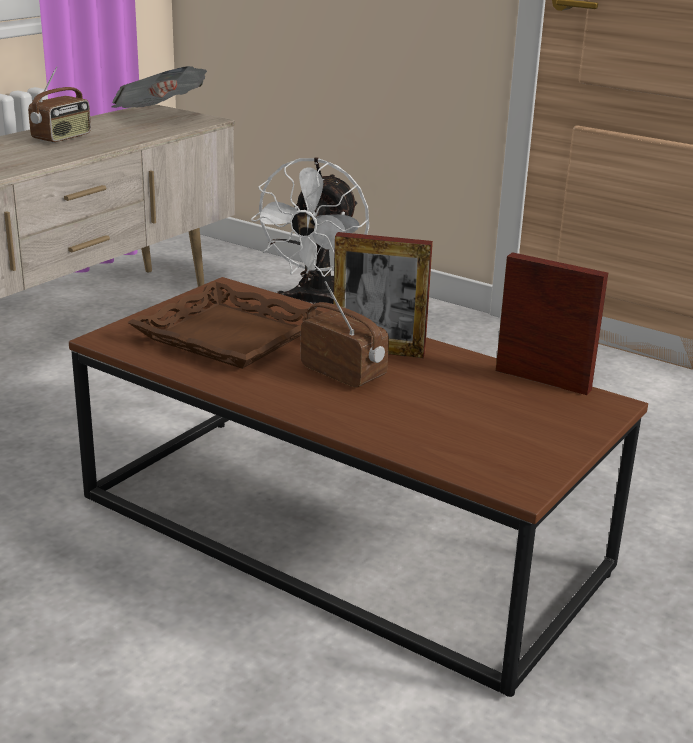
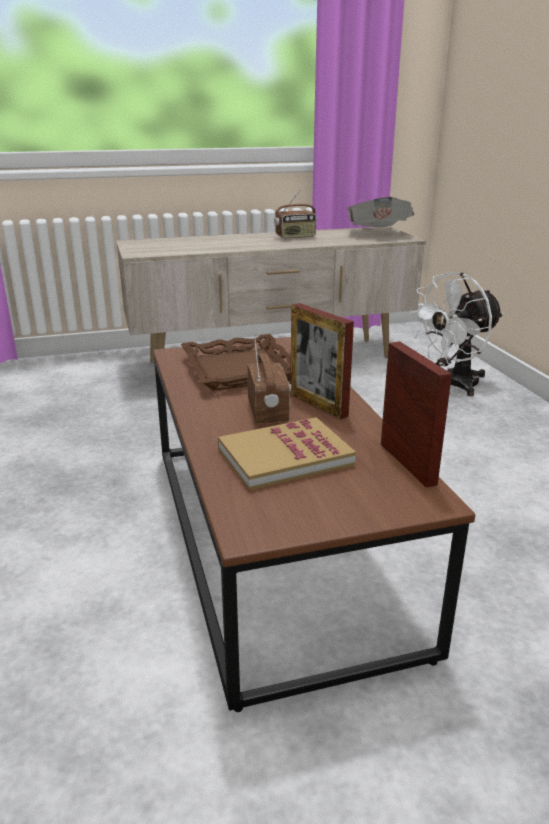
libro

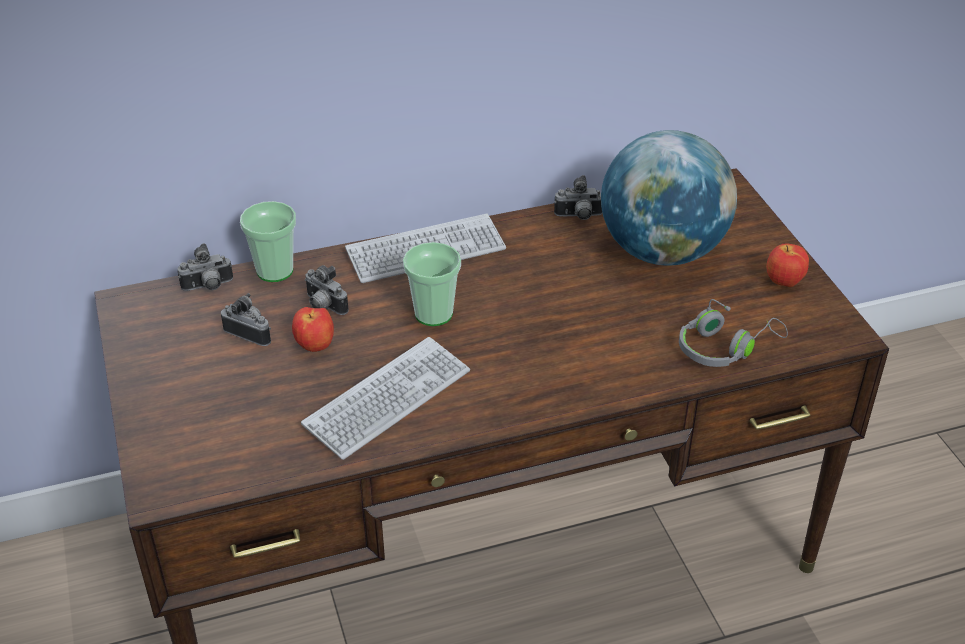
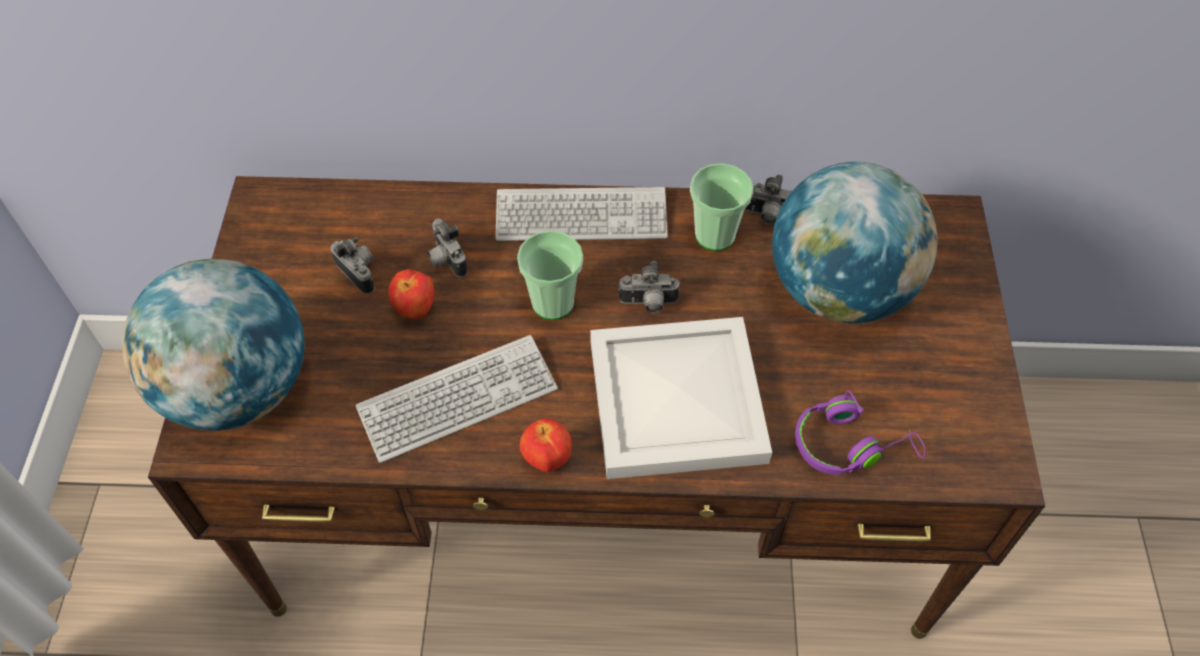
globo terráqueo (no. 1 from left)
manzana (no. 2 from left)
bandeja/blanco
cámara (no. 3 from left)
taza (no. 2 from left)
auriculares/morado

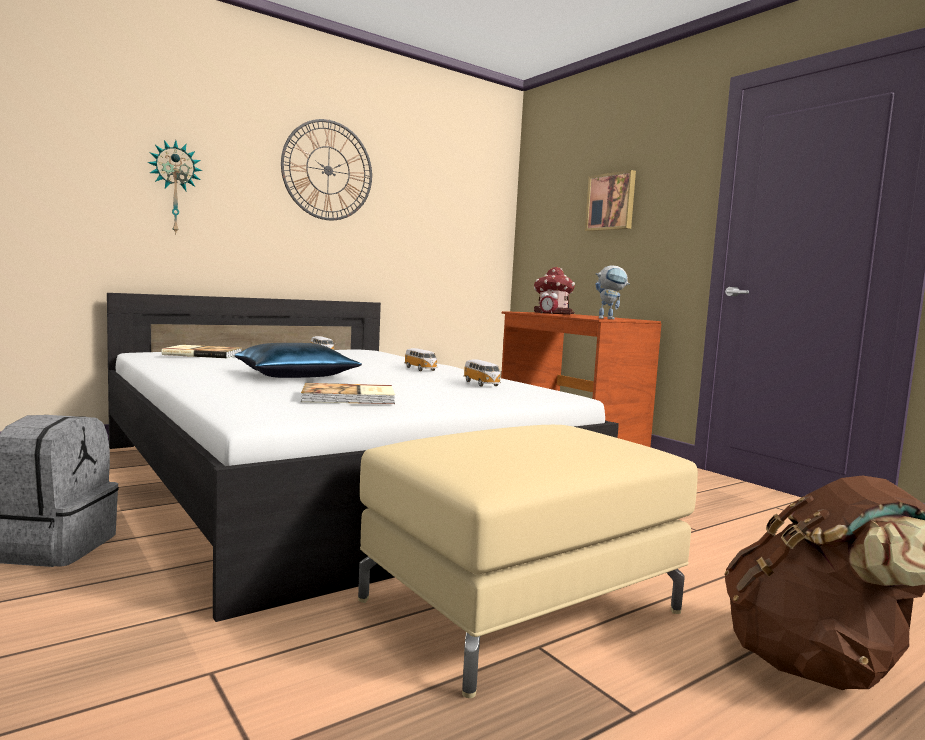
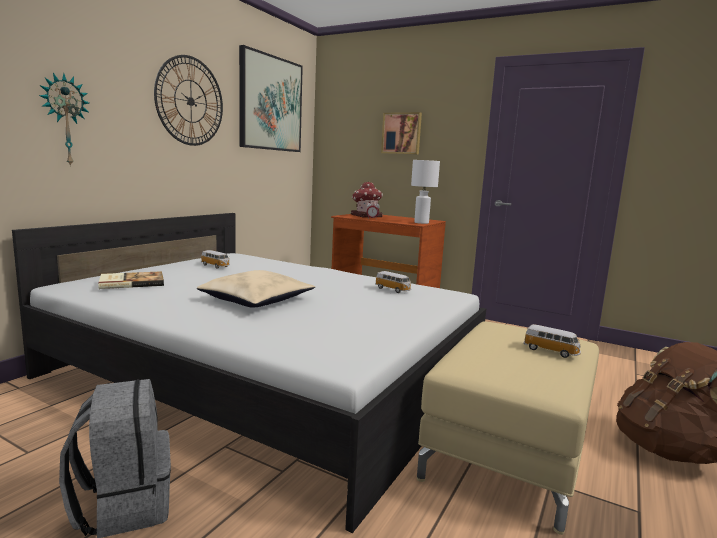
cojín/beis
cuadro (no. 1 from left)
lámpara de mesa/blanco
coche de juguete (no. 3 from left)
libro (no. 2 from left in the first image)

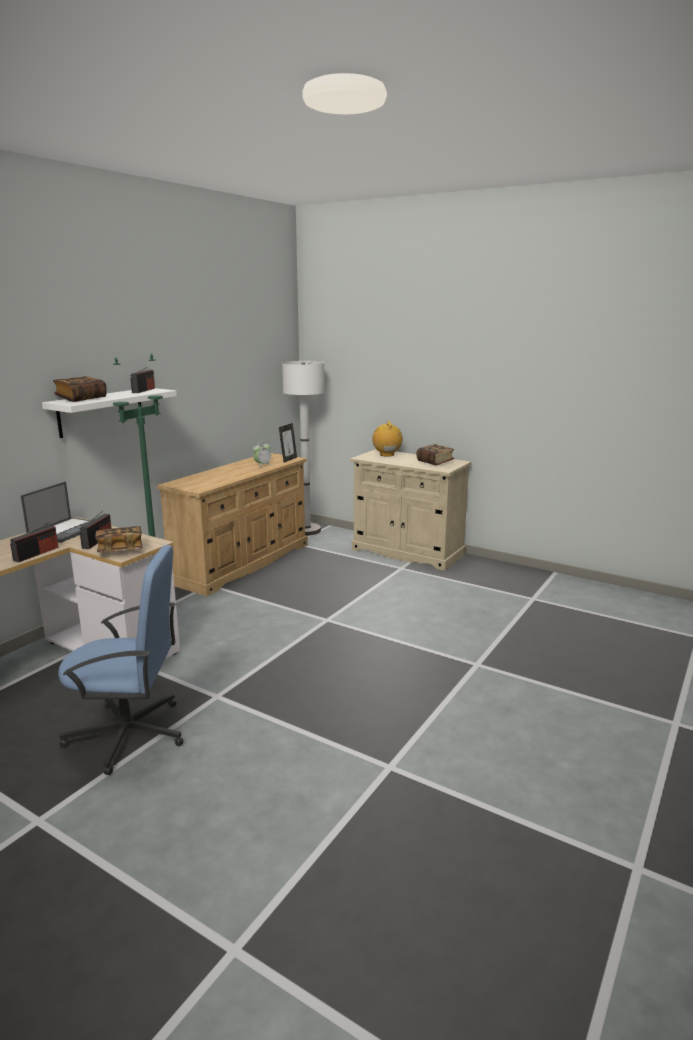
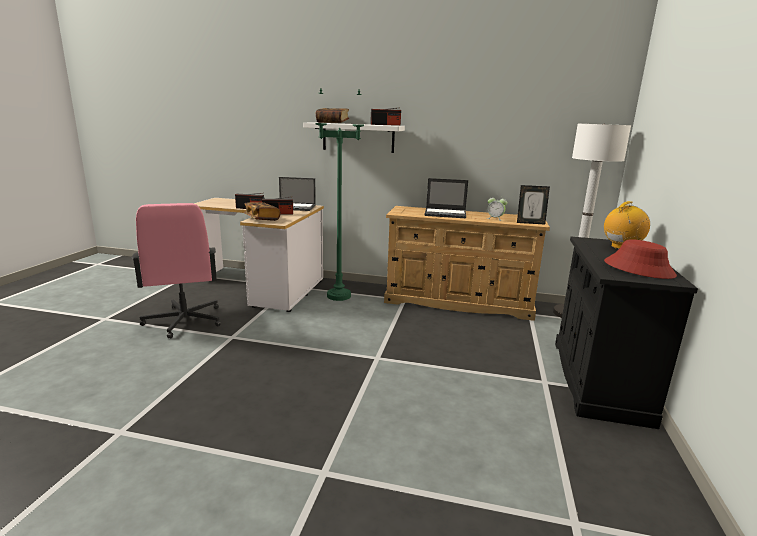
silla de oficina/rosa
portátil (no. 2 from left)
armario/negro
sombrero/rojo

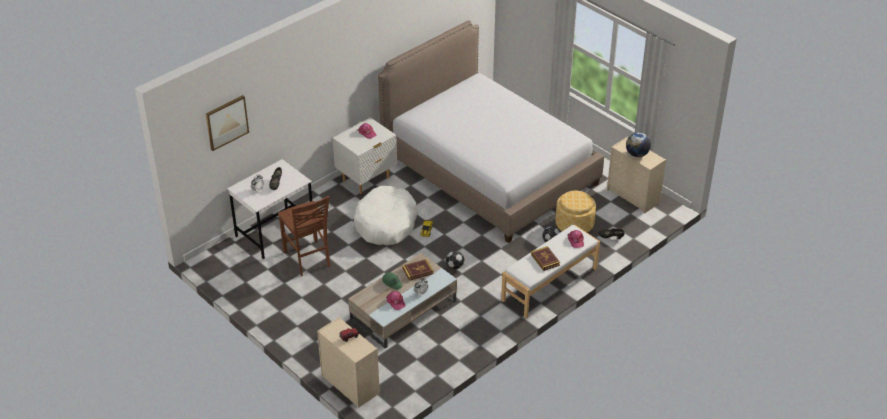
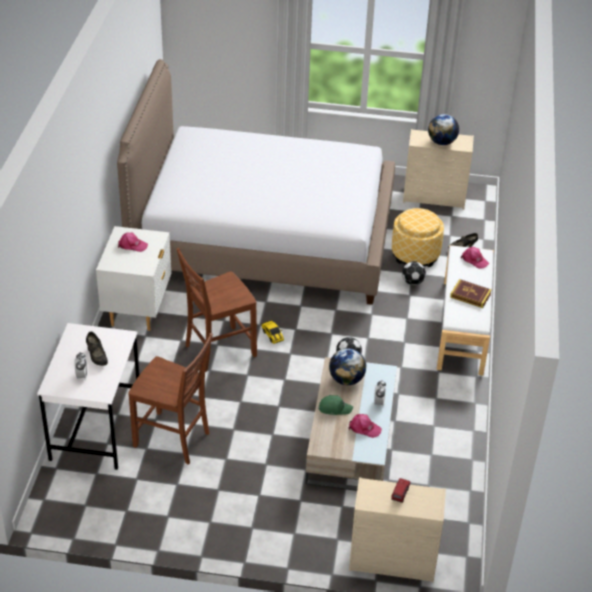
silla/marrón (no. 2 from left)
globo terráqueo (no. 1 from left)
cuadro

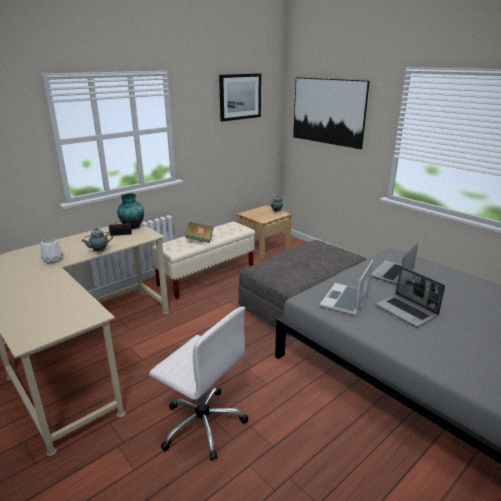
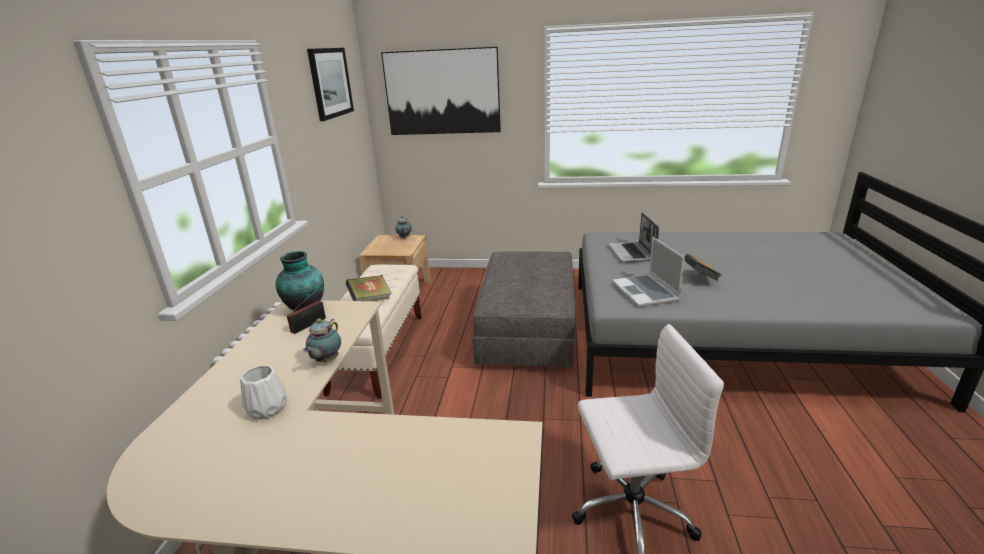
libro (no. 2 from left)

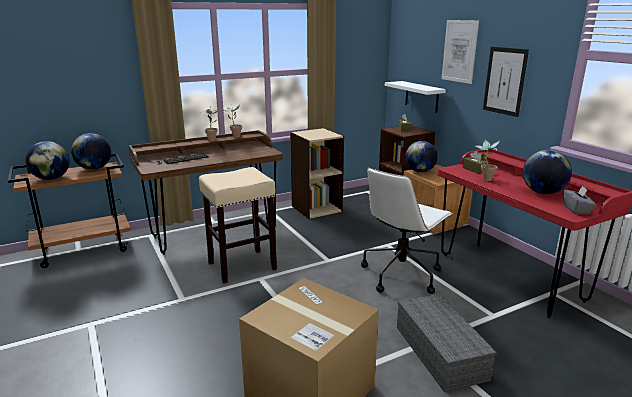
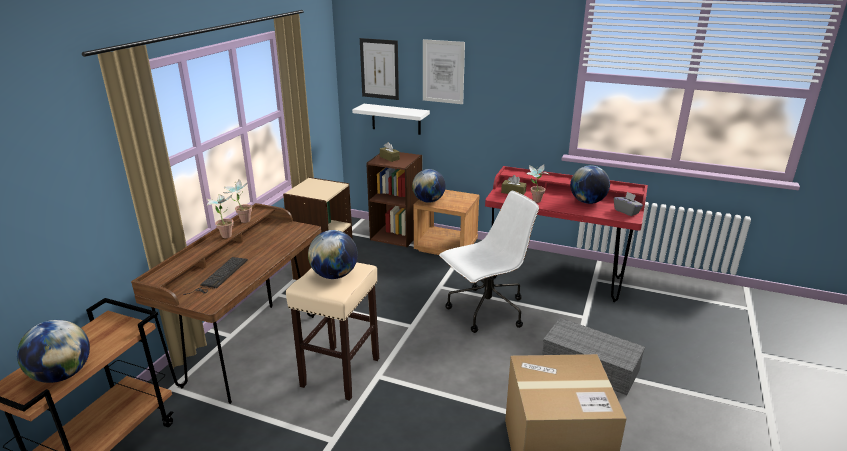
globo terráqueo (no. 2 from left)
cuadro (no. 1 from left)
silla de oficina/blanco

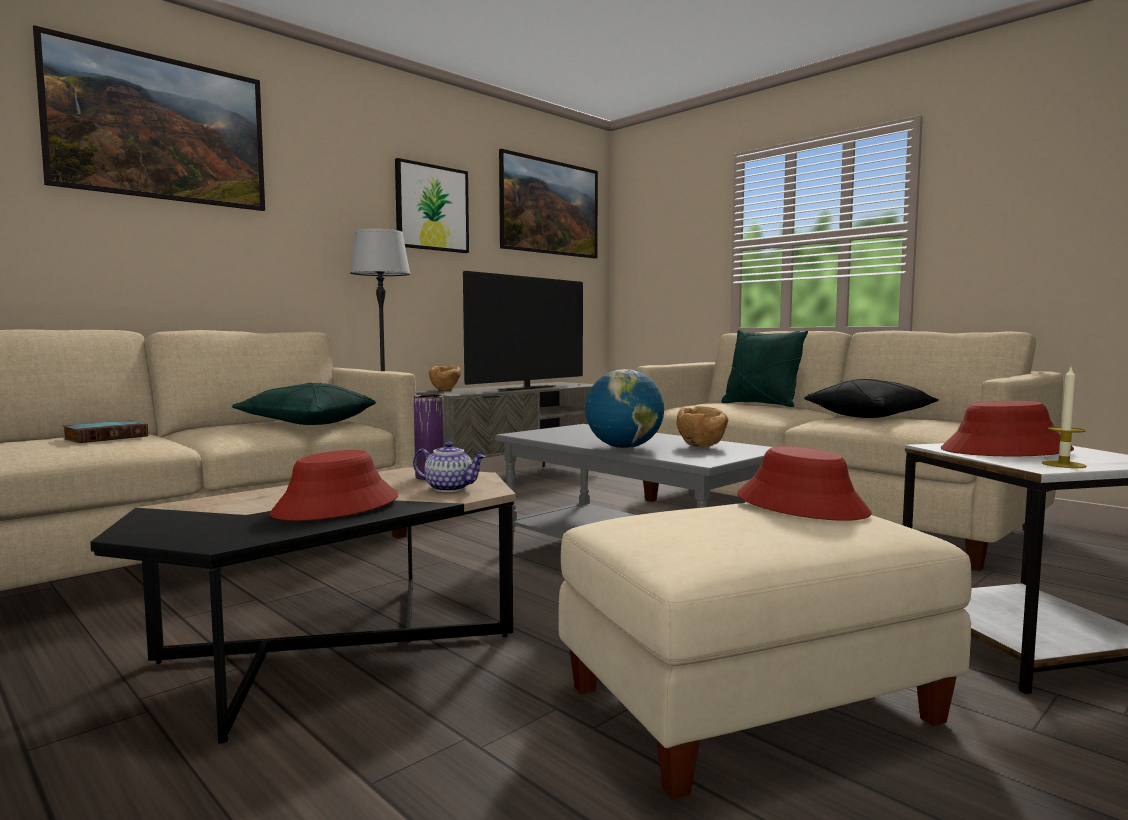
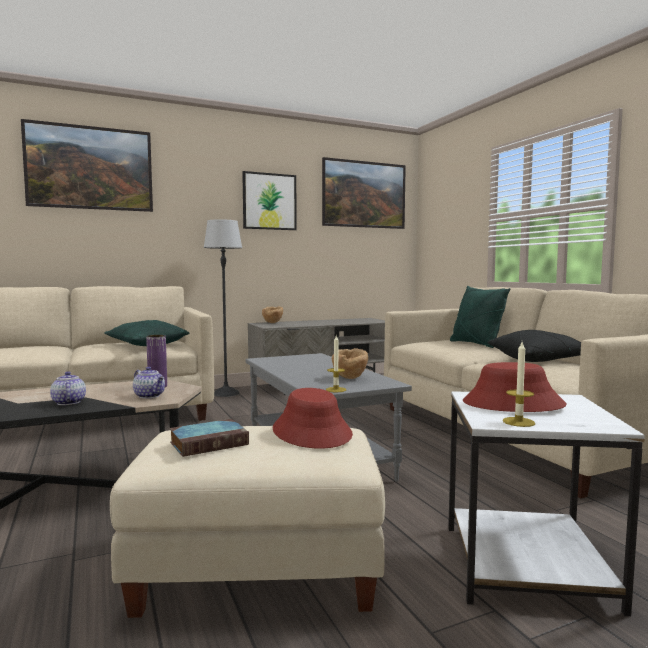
tetera (no. 1 from left)
libro
vela (no. 1 from left)
televisor
globo terráqueo

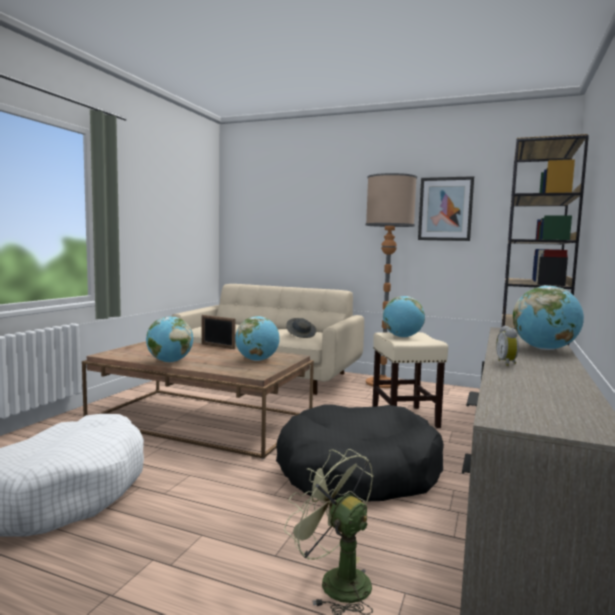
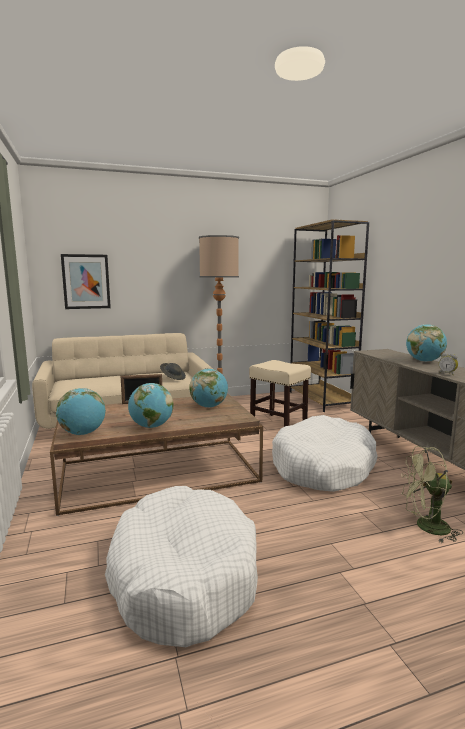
globo terráqueo (no. 1 from left)
cuadro
cama para perro/blanco (no. 2 from left)

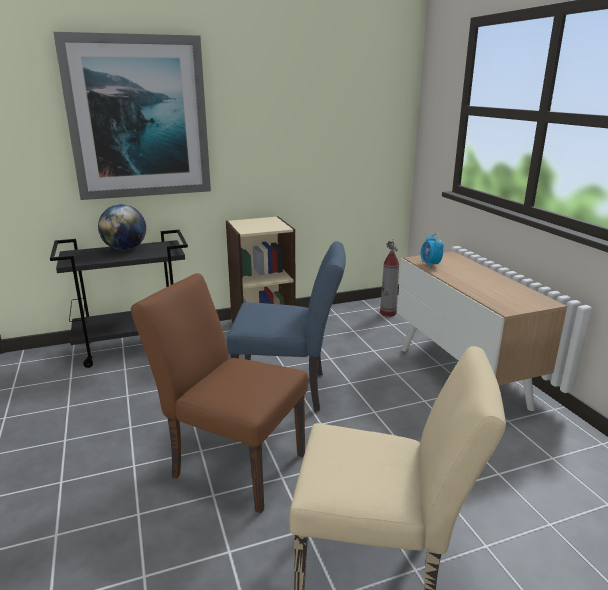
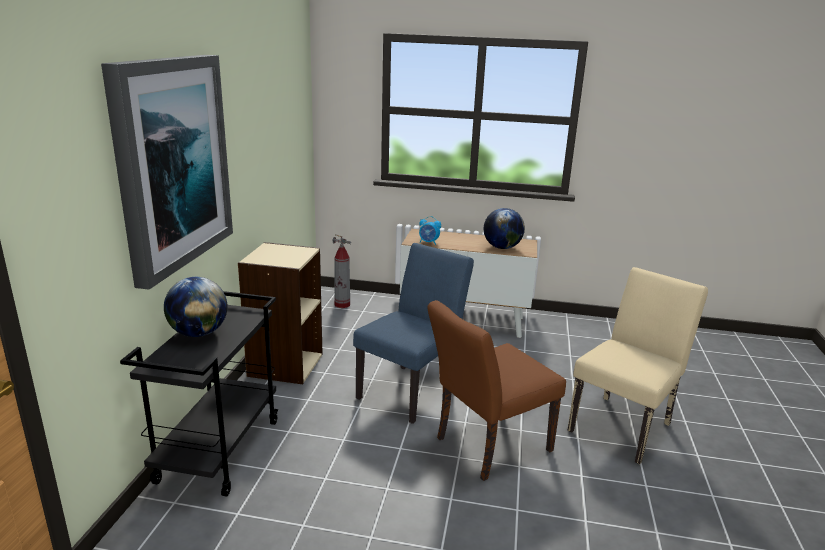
globo terráqueo (no. 2 from left)

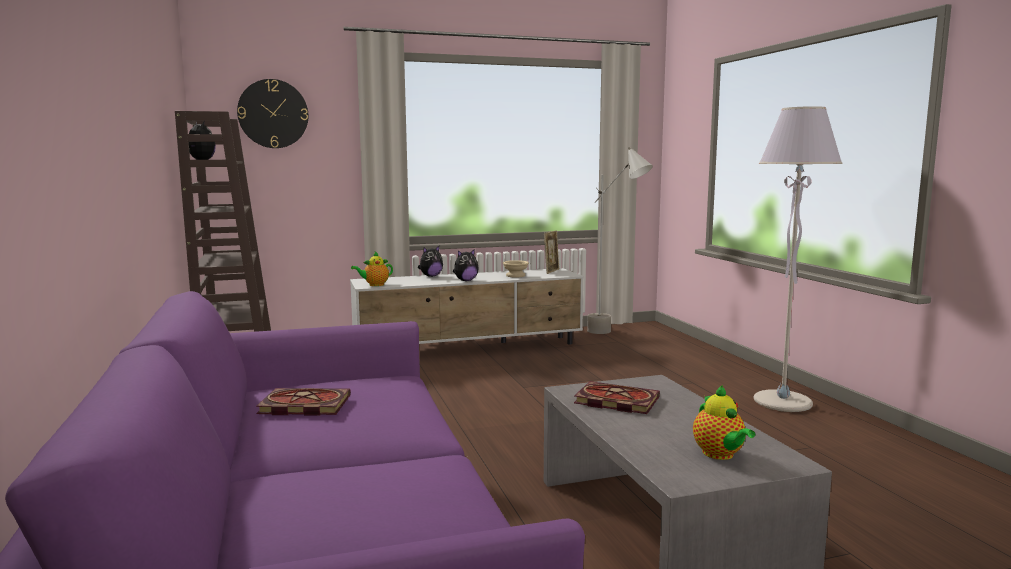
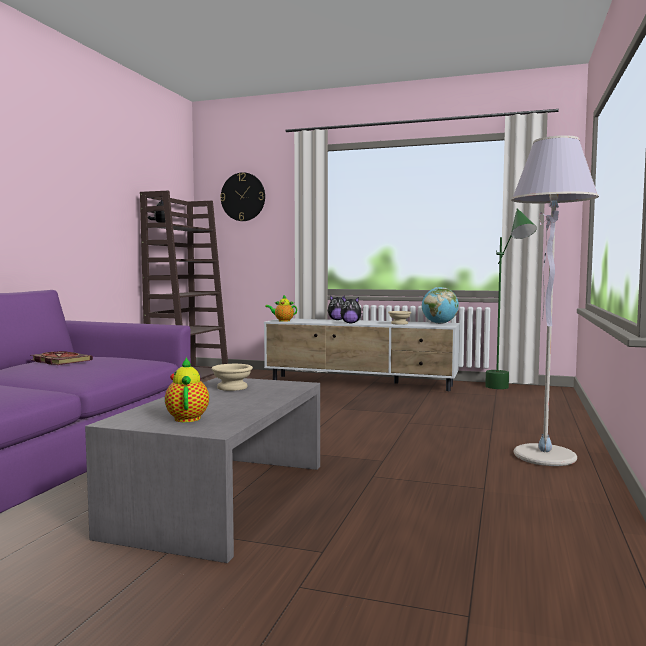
tetera (no. 1 from left)
cuenco/beis (no. 1 from left)
globo terráqueo
lámpara de pie/verde

